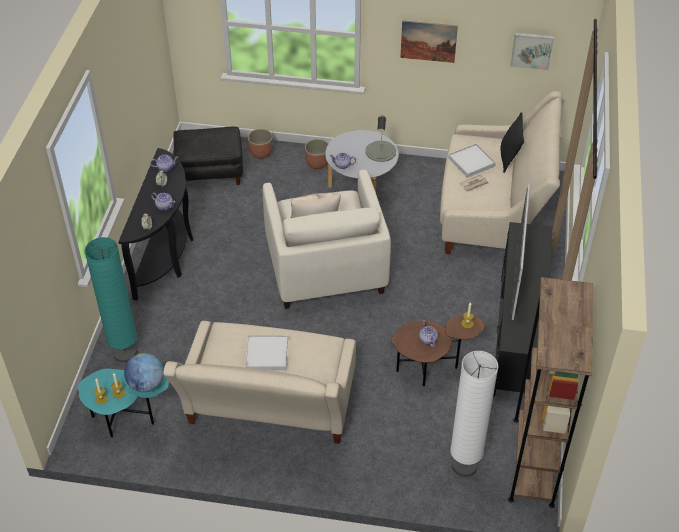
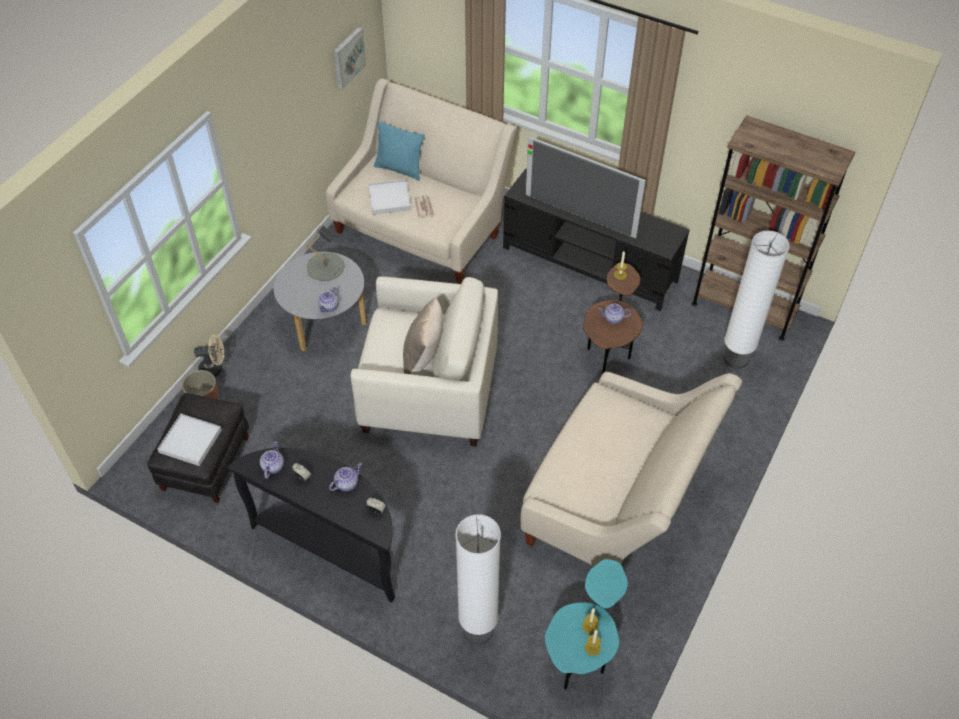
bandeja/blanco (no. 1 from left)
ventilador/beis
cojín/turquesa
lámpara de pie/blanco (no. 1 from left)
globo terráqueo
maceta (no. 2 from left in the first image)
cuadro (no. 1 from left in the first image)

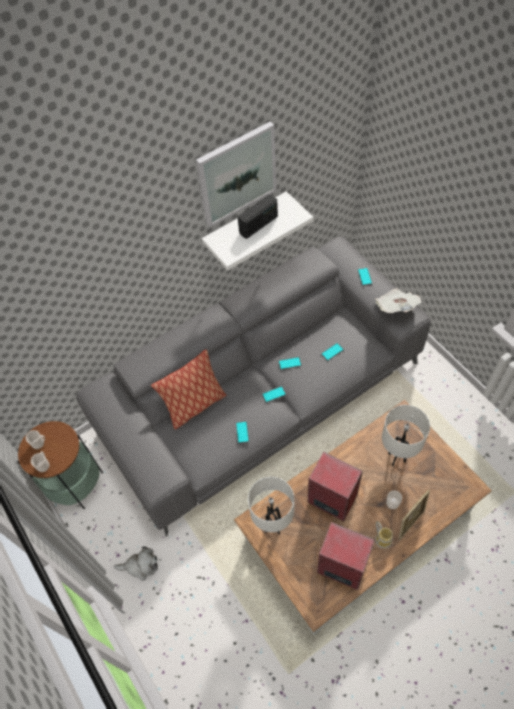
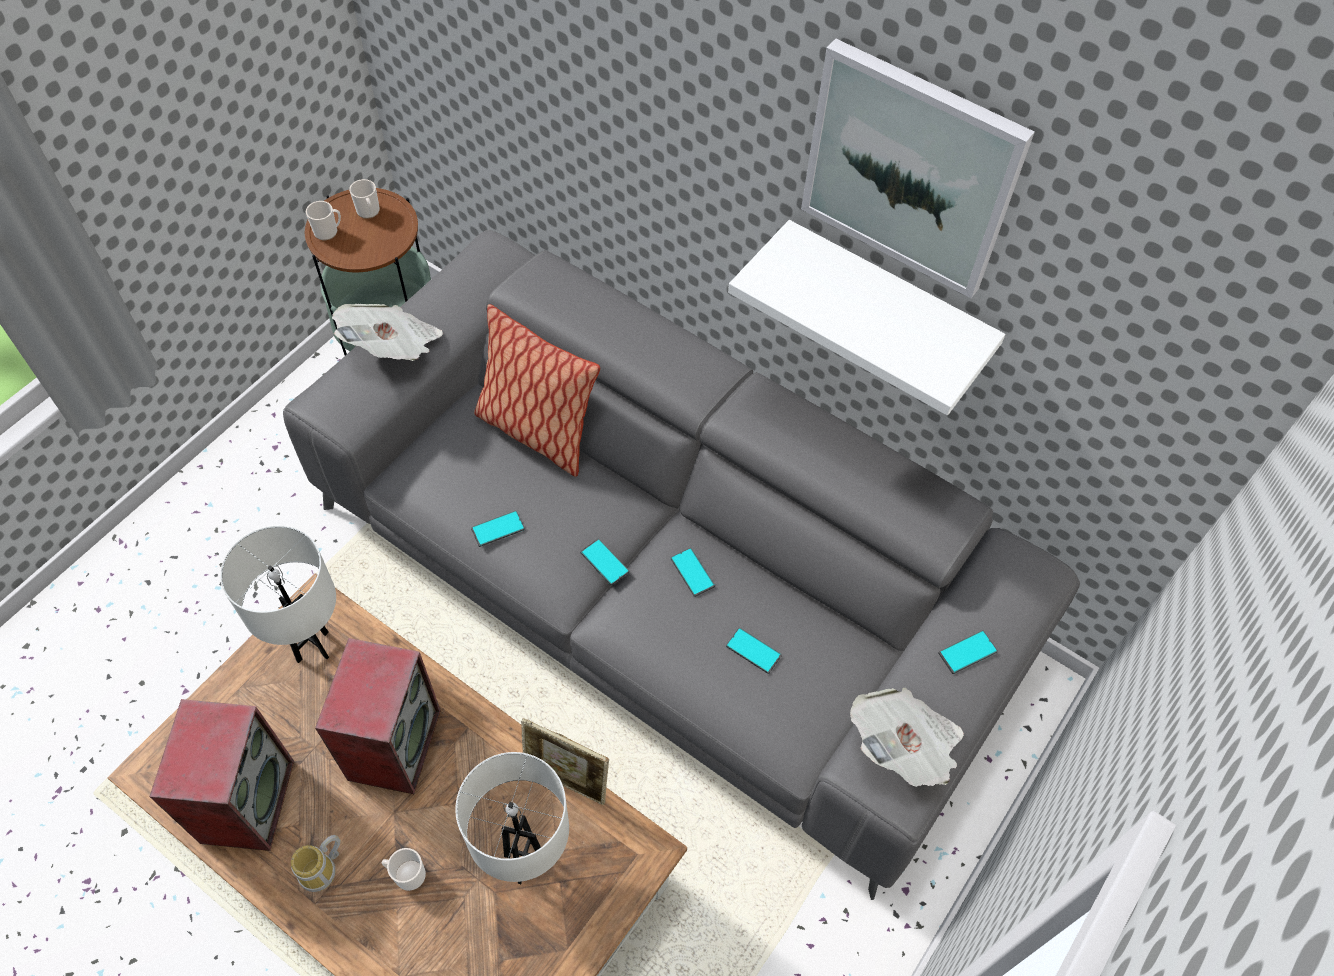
periódico (no. 1 from left)
portarretratos
peluche
radio

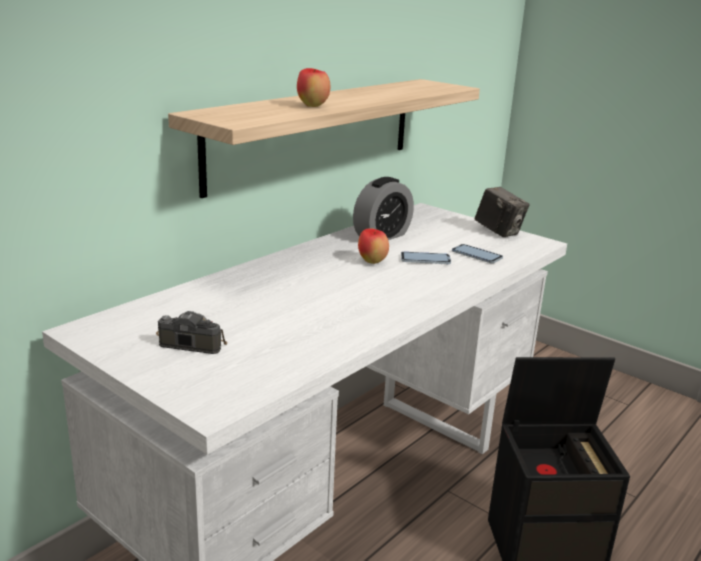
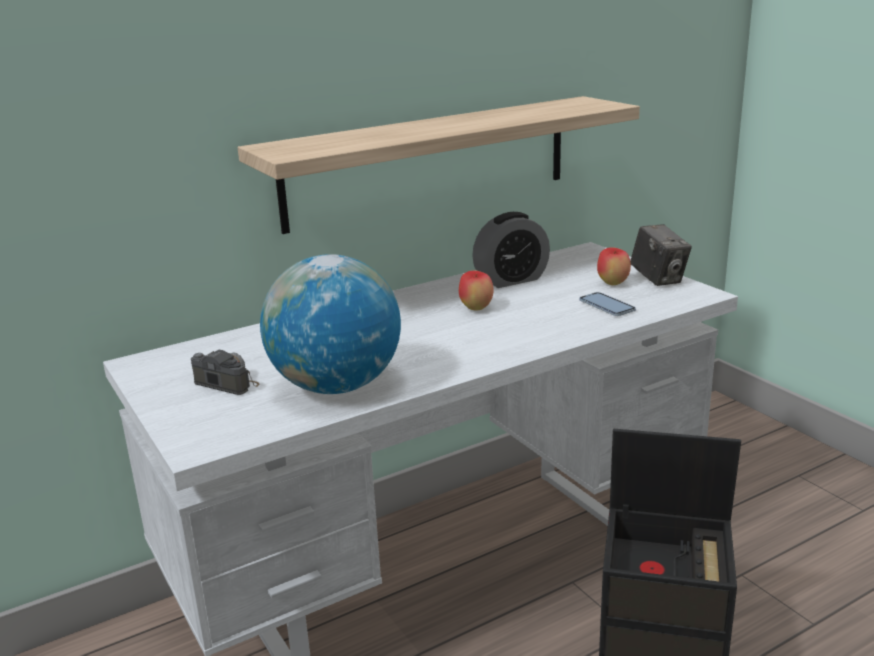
globo terráqueo
manzana (no. 2 from left)
móvil (no. 1 from left in the first image)

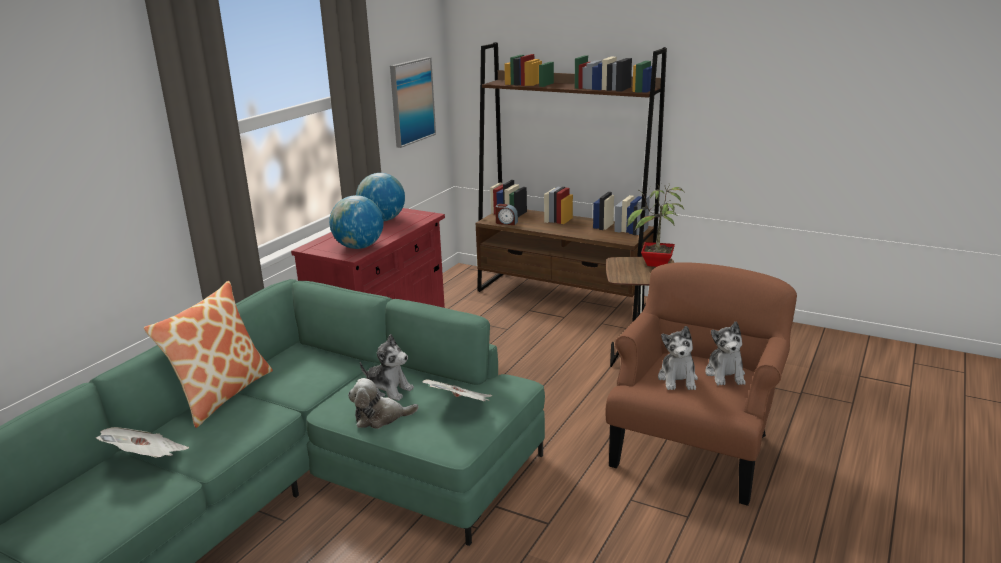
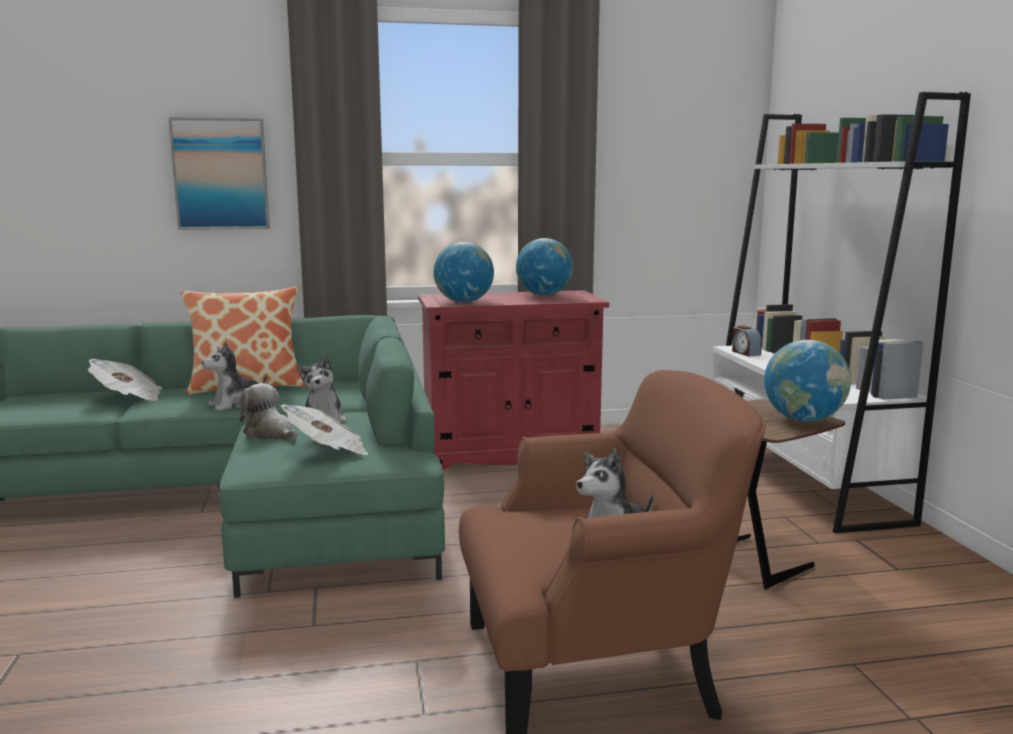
cuadro
peluche (no. 1 from left)
estantería/blanco
globo terráqueo (no. 3 from left)

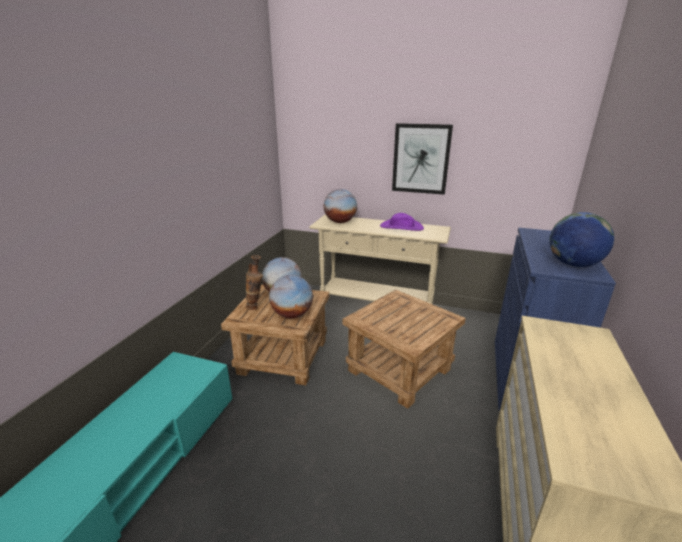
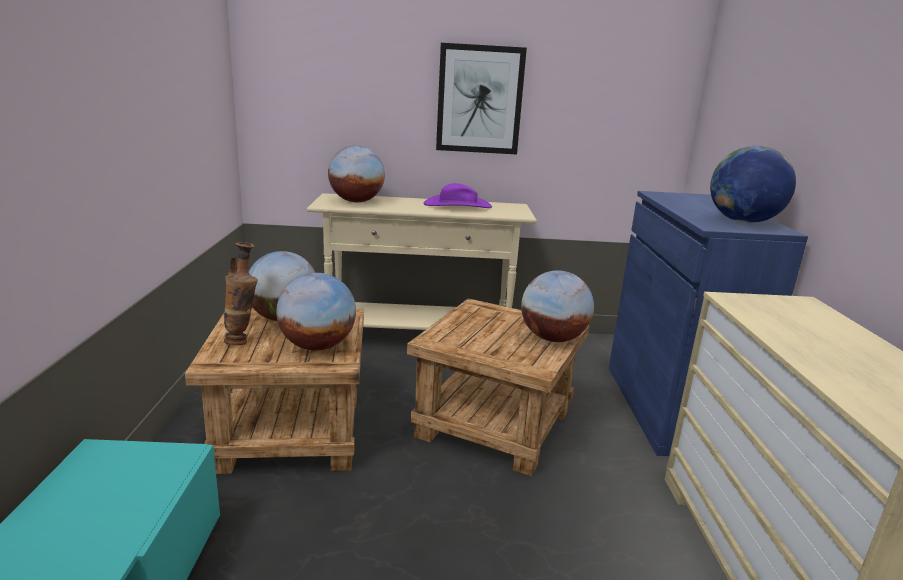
globo terráqueo (no. 4 from left)

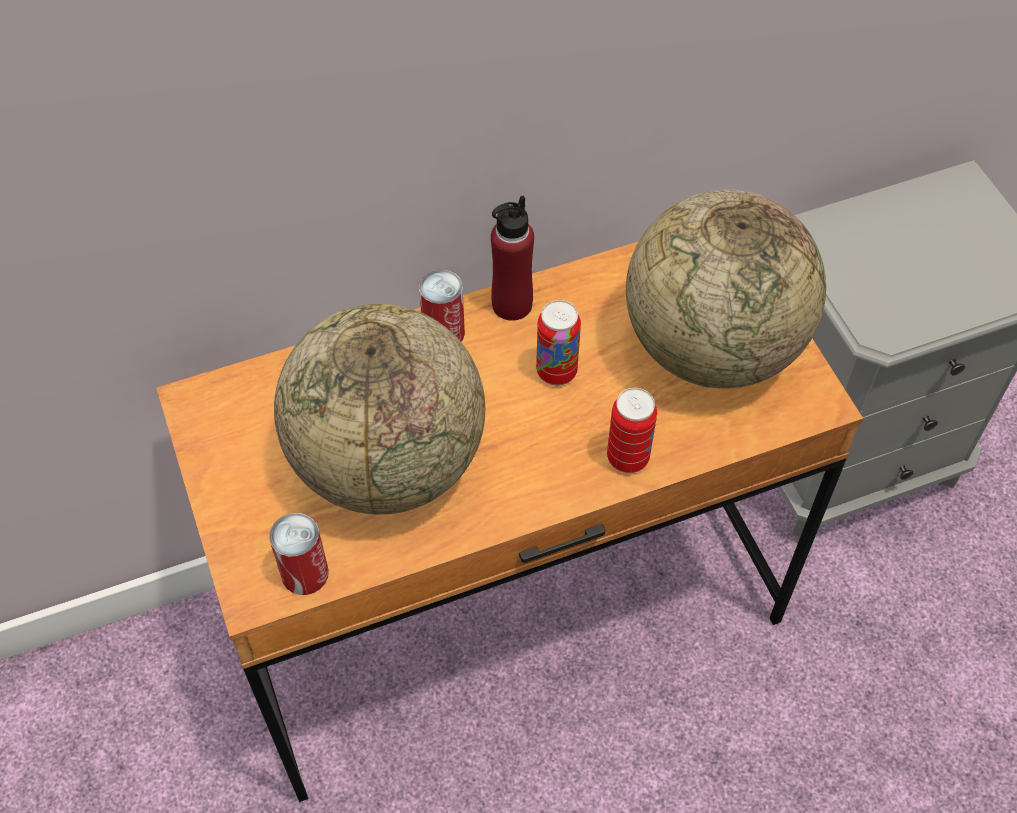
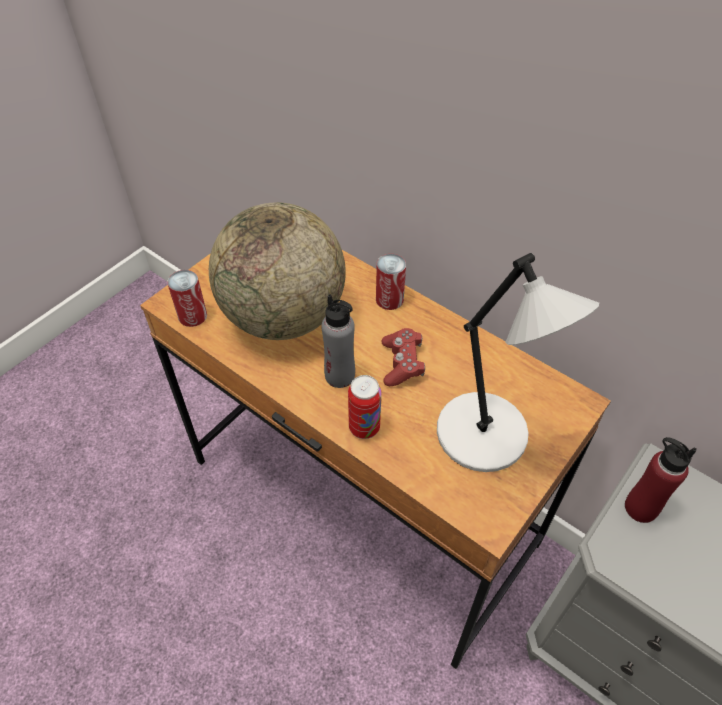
botella/gris
mando de consola/rojo
lámpara de mesa/gris
botella/rojo

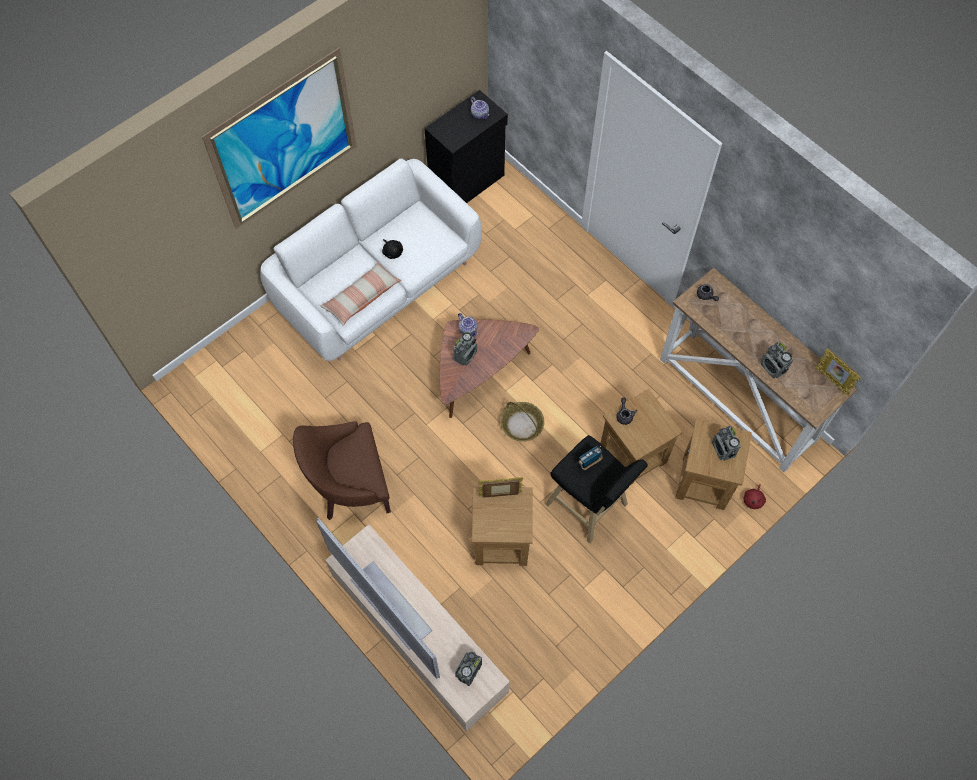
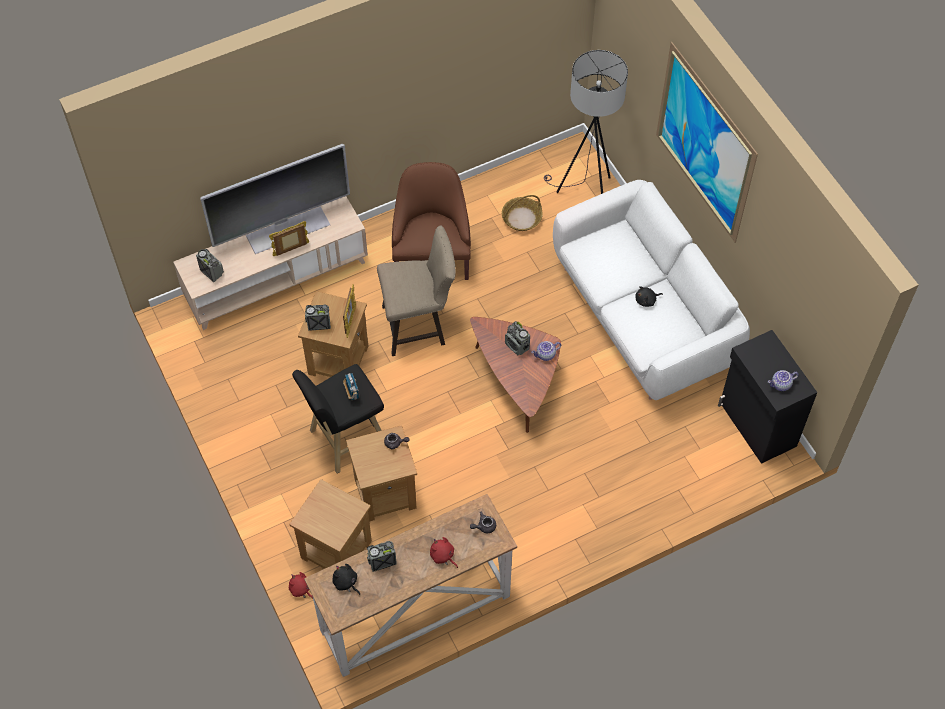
portarretratos (no. 1 from left)
radio (no. 2 from left)
peluche/negro (no. 1 from left)
taburete/beis
peluche/rojo (no. 2 from left)
cesta
lámpara de pie/gris
cojín

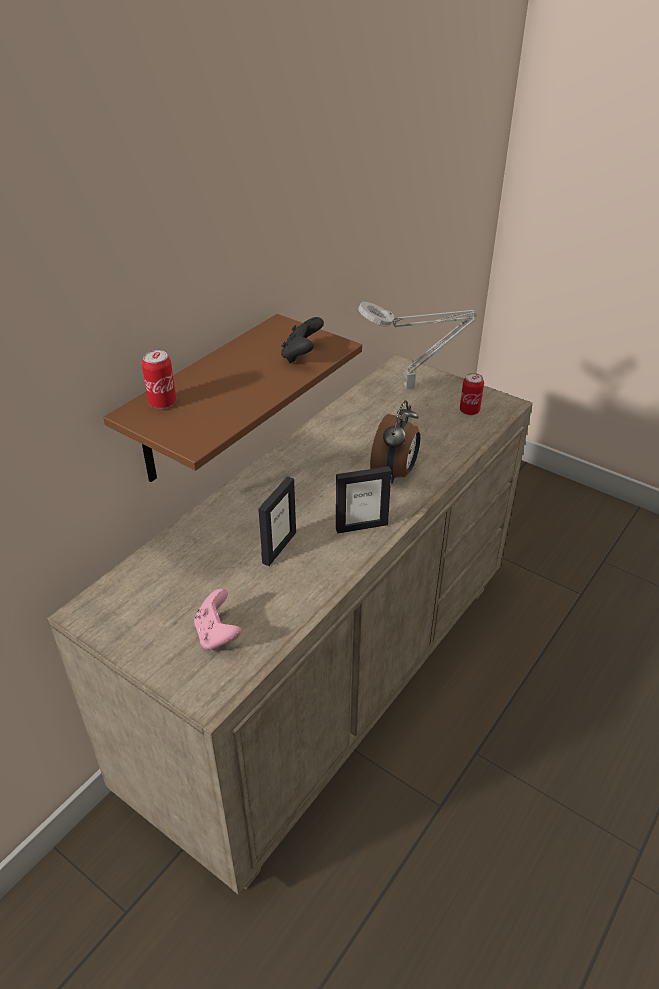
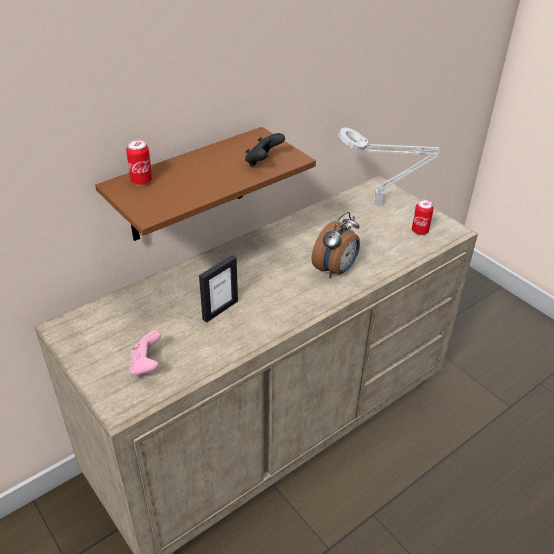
portarretratos (no. 2 from left in the first image)

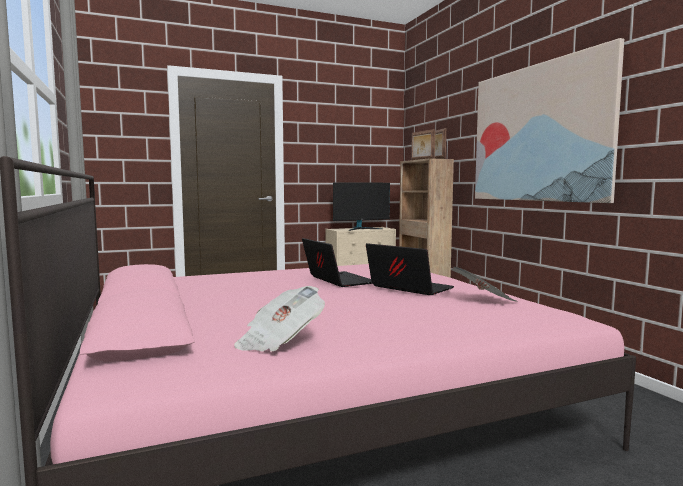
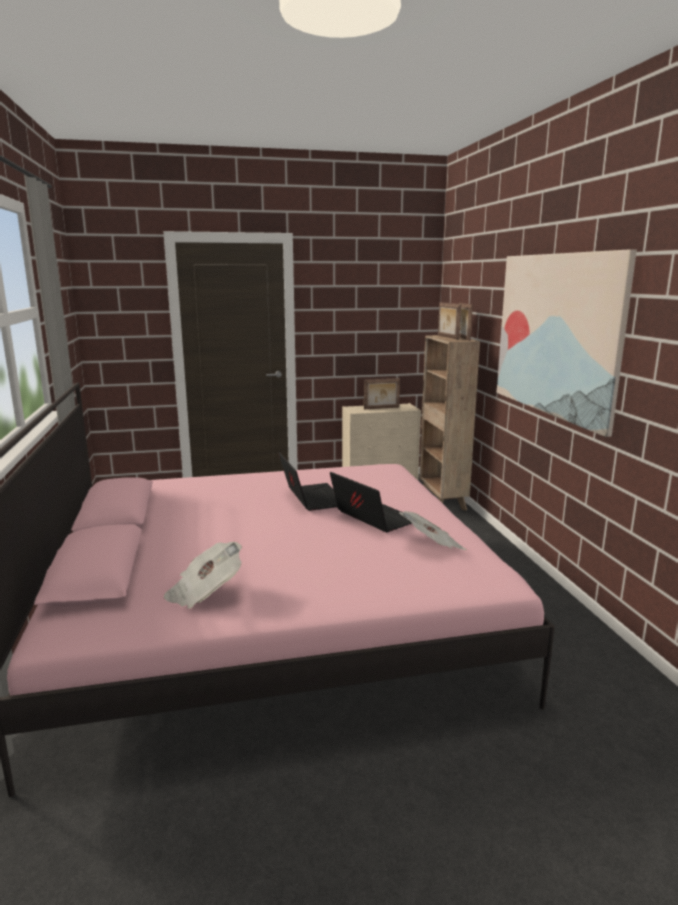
portarretratos (no. 1 from left)

